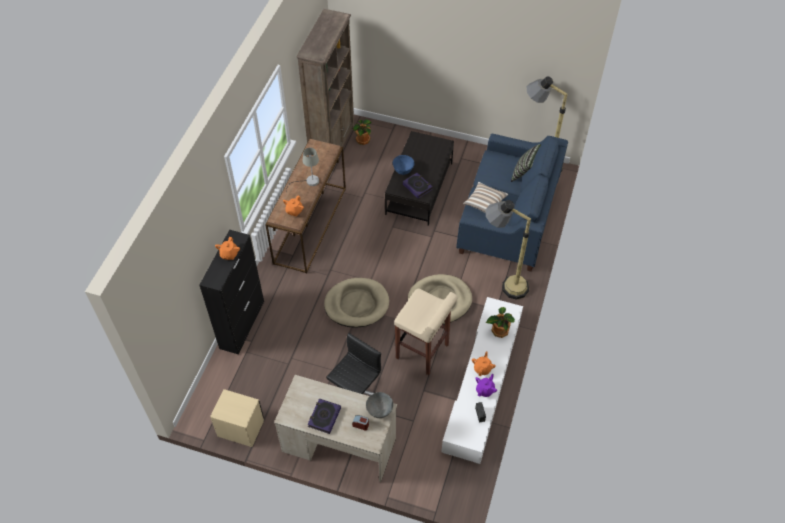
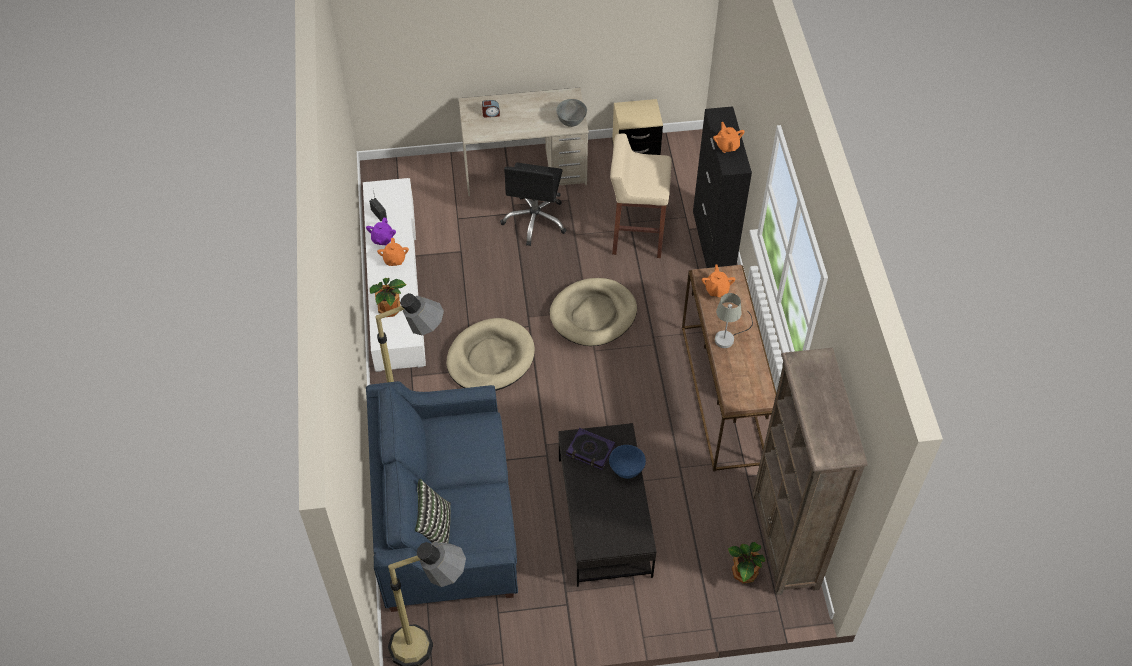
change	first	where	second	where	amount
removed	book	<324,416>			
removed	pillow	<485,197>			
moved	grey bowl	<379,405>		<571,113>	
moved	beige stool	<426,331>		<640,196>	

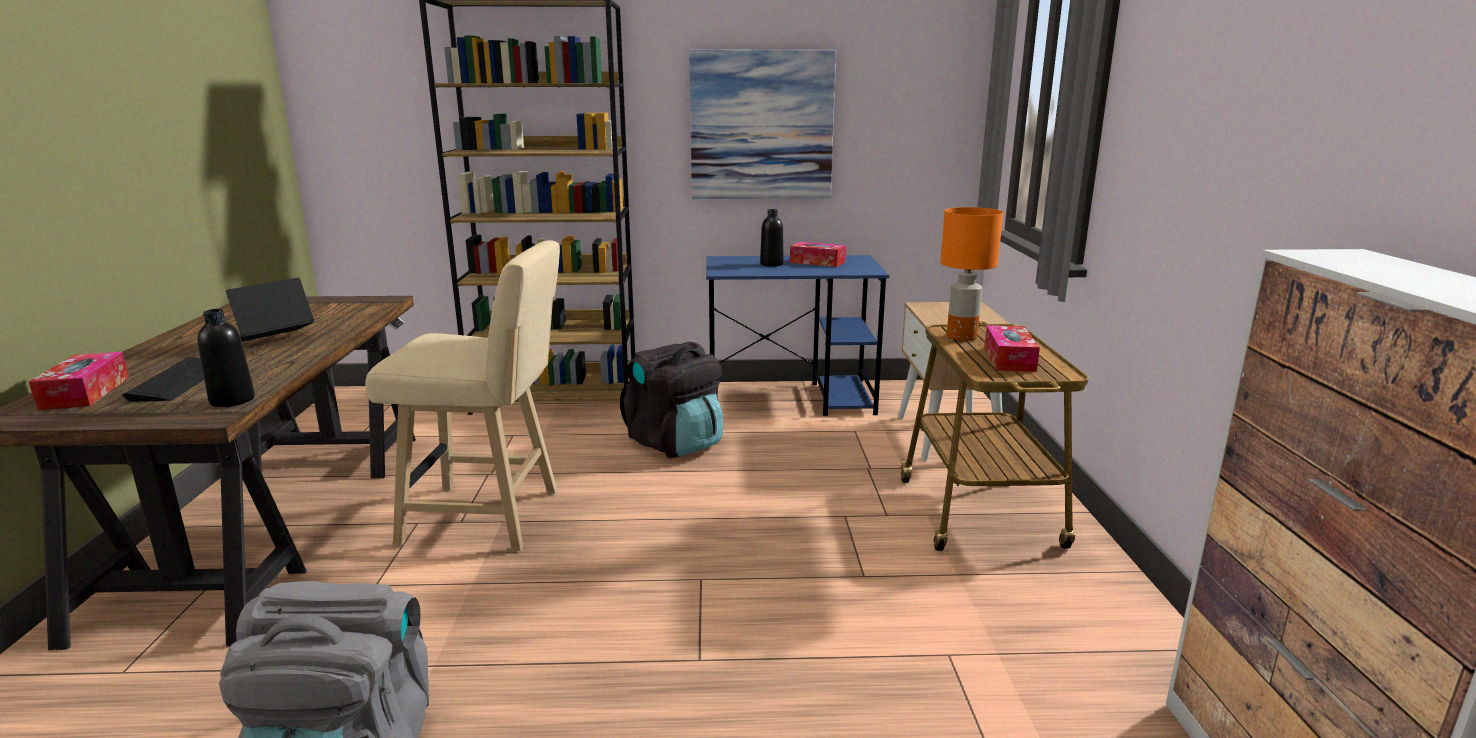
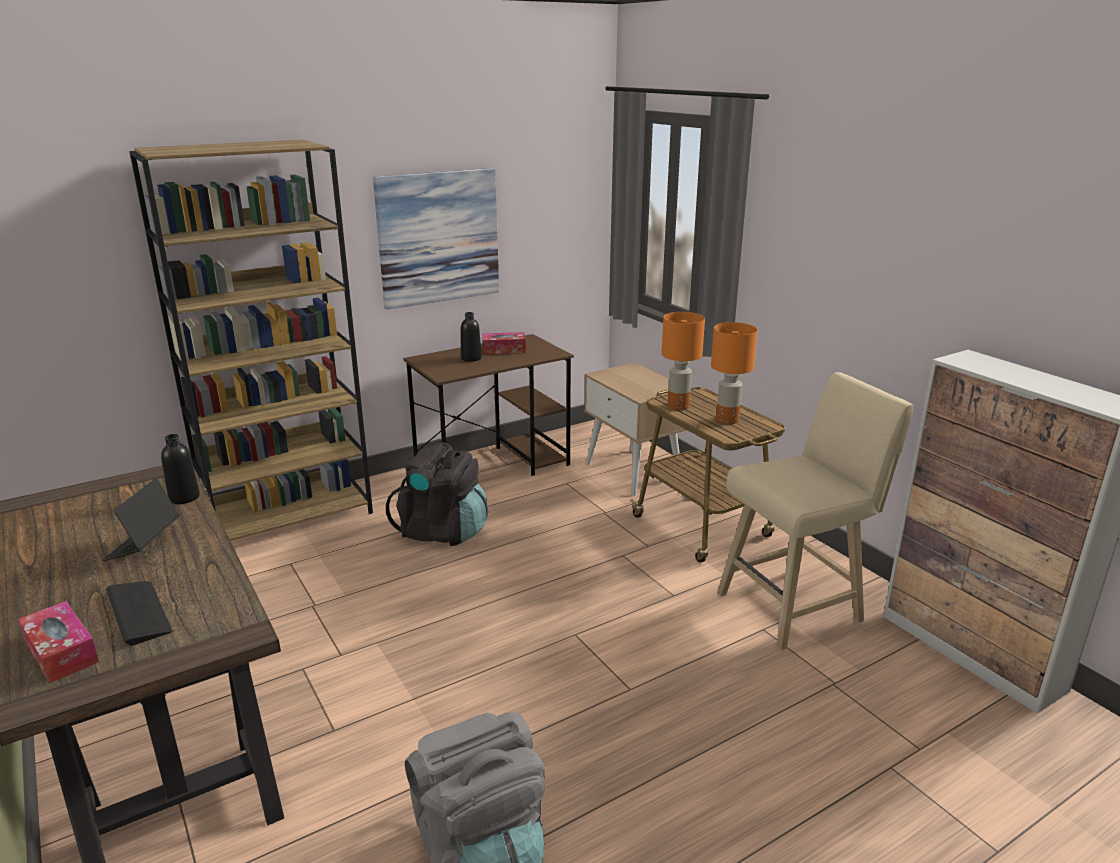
change	first	where	second	where	amount
moved	black bottle	<226,358>		<180,469>	
moved	beige stool	<462,395>		<815,511>	
replaced	tissue box	<1012,348>	orange table lamp	<734,373>	
recoloured	blue desk	<797,335>	brown desk	<488,405>	

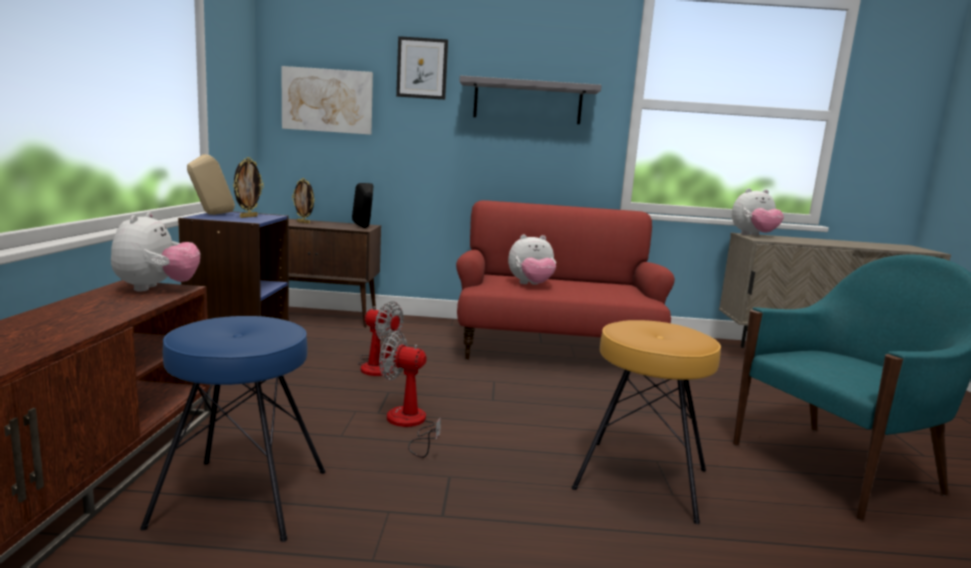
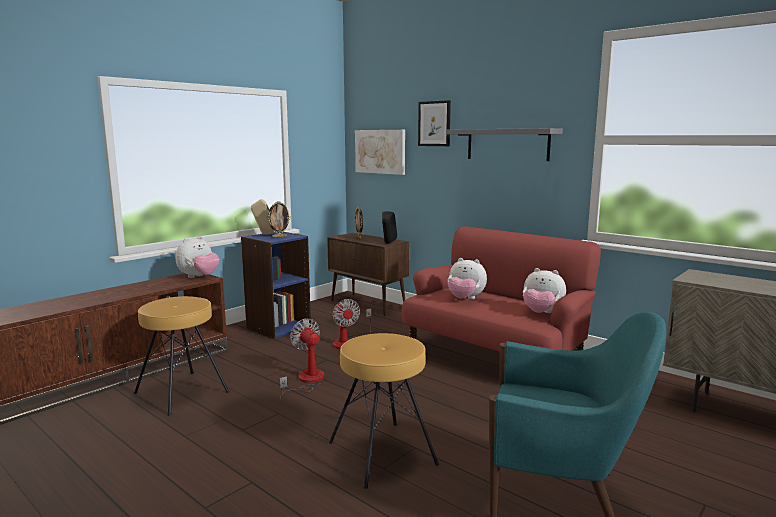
change	first	where	second	where	amount
moved	plush toy	<758,212>		<544,290>	
recoloured	blue stool	<232,429>	brown stool	<181,356>	

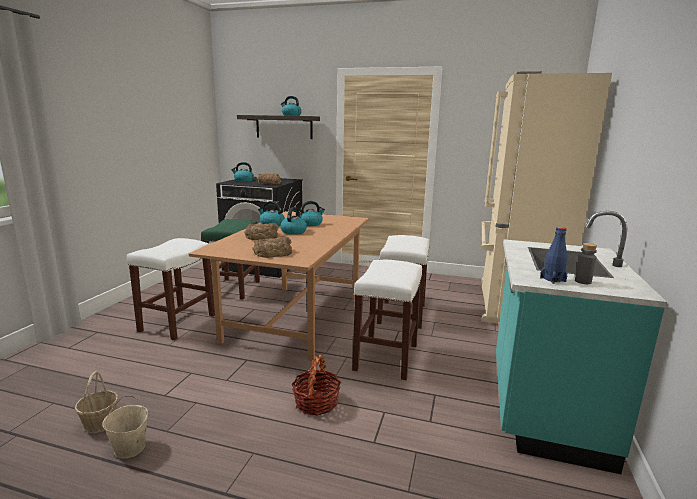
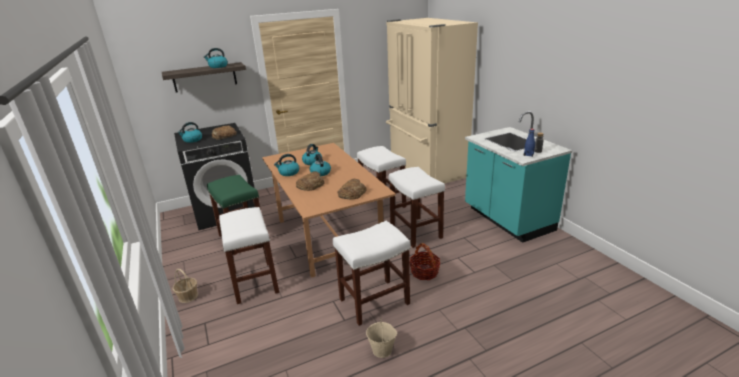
change	first	where	second	where	amount
added			white stool	<372,273>	
moved	basket	<97,402>		<185,286>	

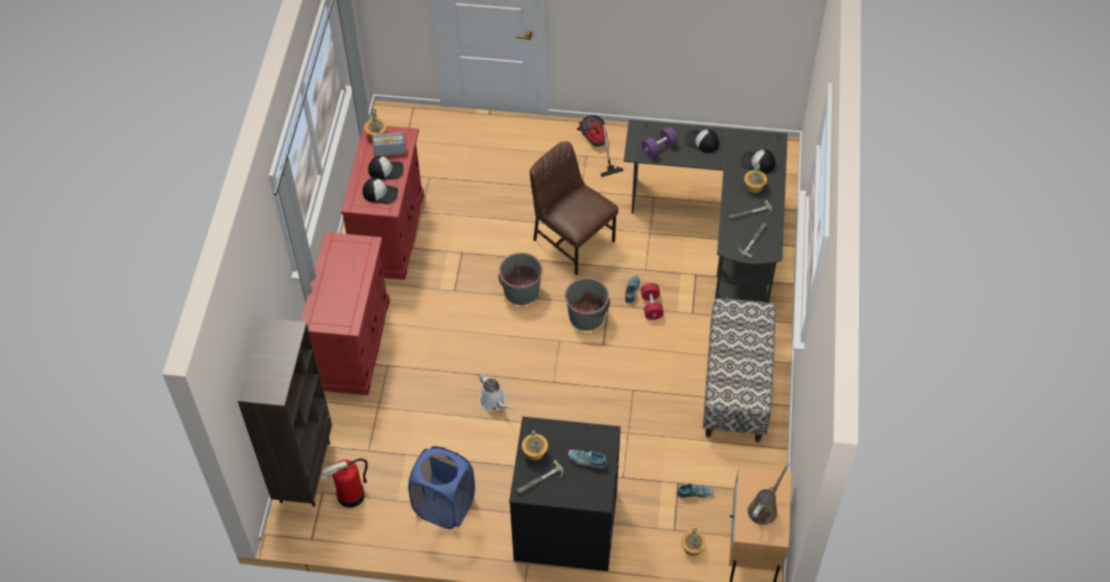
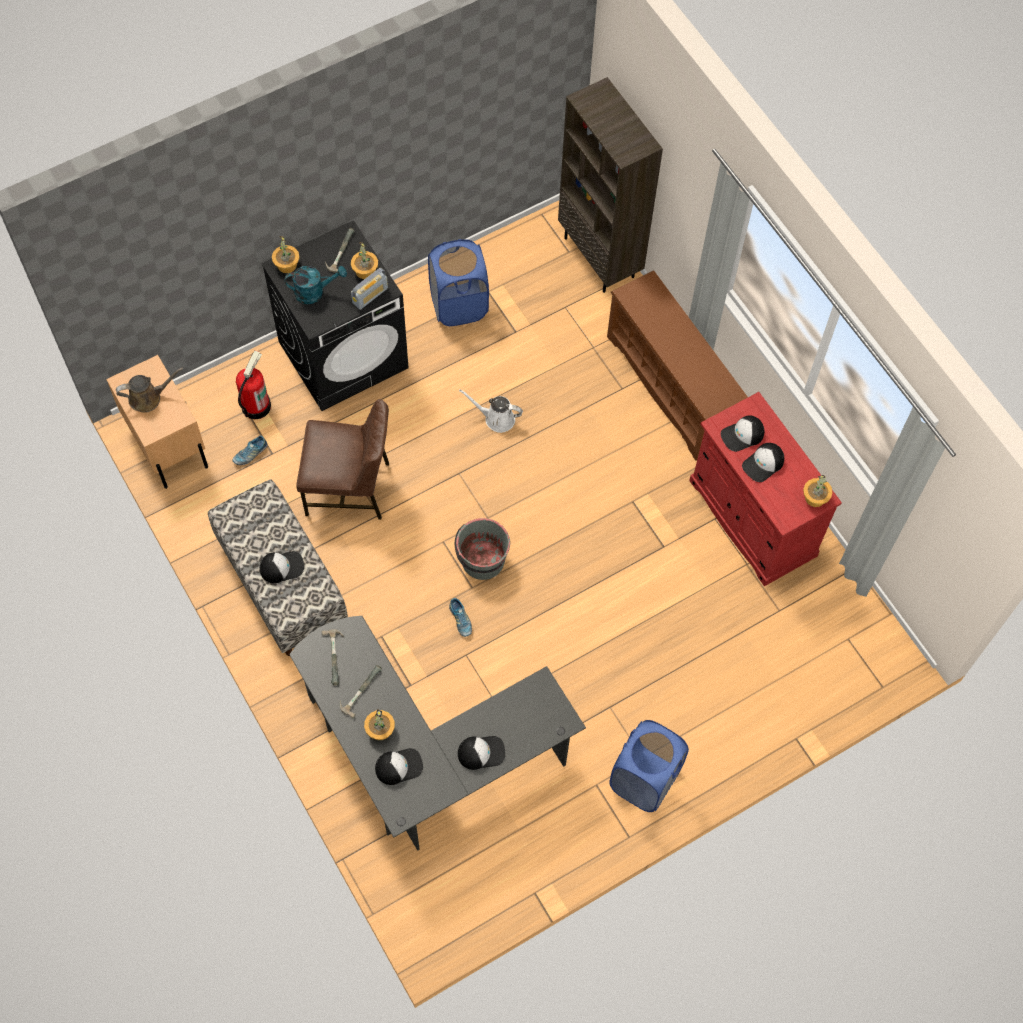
change	first	where	second	where	amount
removed	grey bucket	<520,278>			
removed	purple dumbbell	<659,142>			
removed	red dumbbell	<652,301>			
added			cap	<282,567>	
moved	fire extinguisher	<344,483>		<253,384>	
moved	radio	<389,144>		<369,289>	
moved	brown chair	<574,208>		<342,459>	
moved	potted plant	<693,542>		<285,254>	
replaced	red cabinet	<345,313>	brown shoe rack	<677,365>	
replaced	shoe	<587,459>	turquoise watering can	<316,285>	
replaced	vacuum cleaner	<600,146>	blue laundry basket	<649,766>	
turned	brown watering can	<769,494>		<149,390>	105 degrees counterclockwise

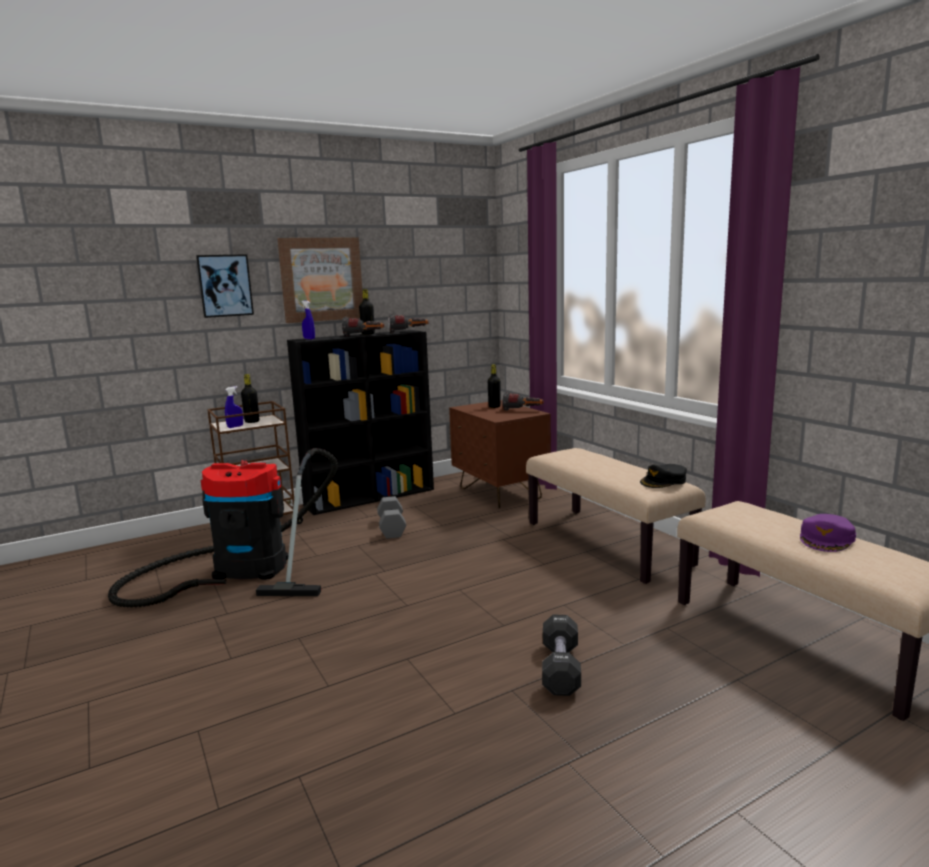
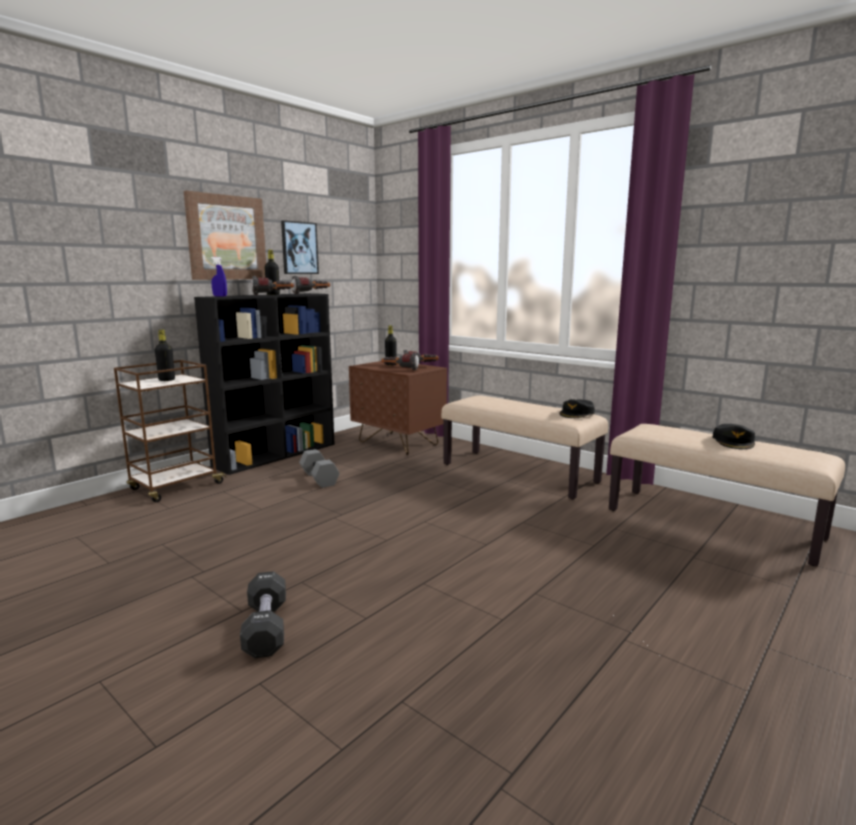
change	first	where	second	where	amount
removed	vacuum cleaner	<223,528>			
removed	blue spray bottle	<234,407>			
added			flashlight	<400,361>	
moved	picture	<225,286>		<300,247>	
moved	black dumbbell	<561,655>		<263,614>	
recoloured	purple cap	<828,533>	black cap	<734,436>	

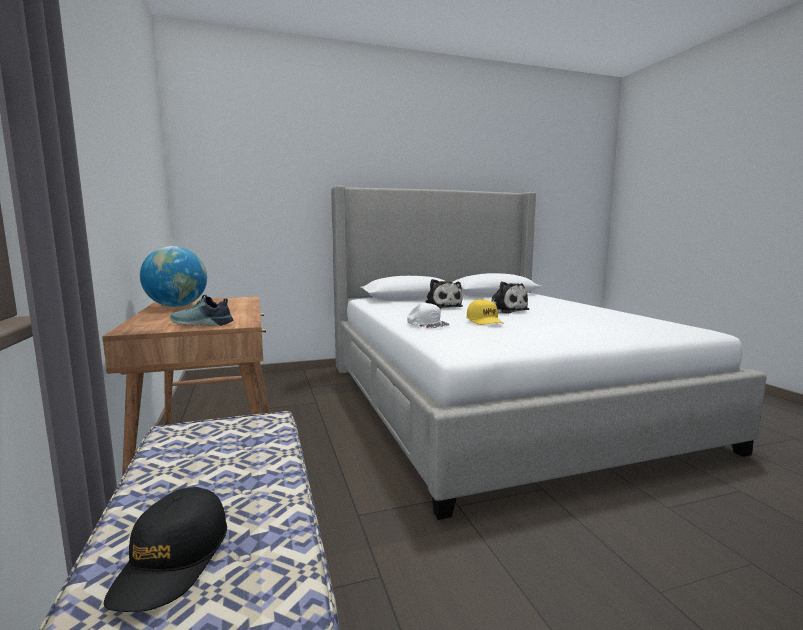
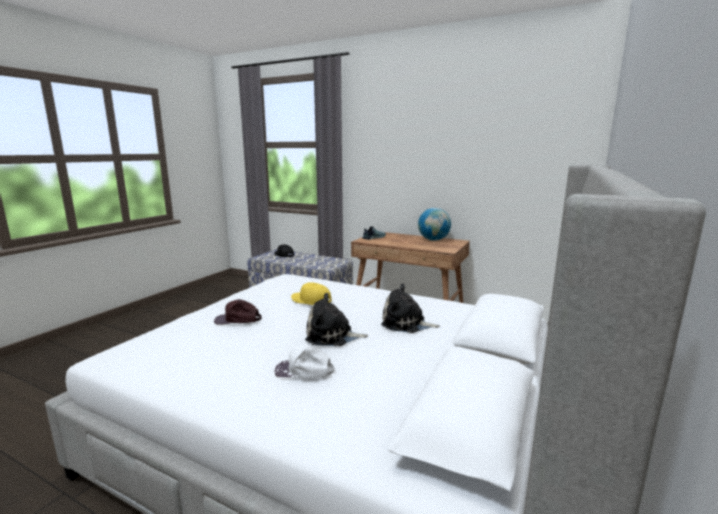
change	first	where	second	where	amount
added			brown cap	<238,312>	
moved	white cap	<428,315>		<304,360>	

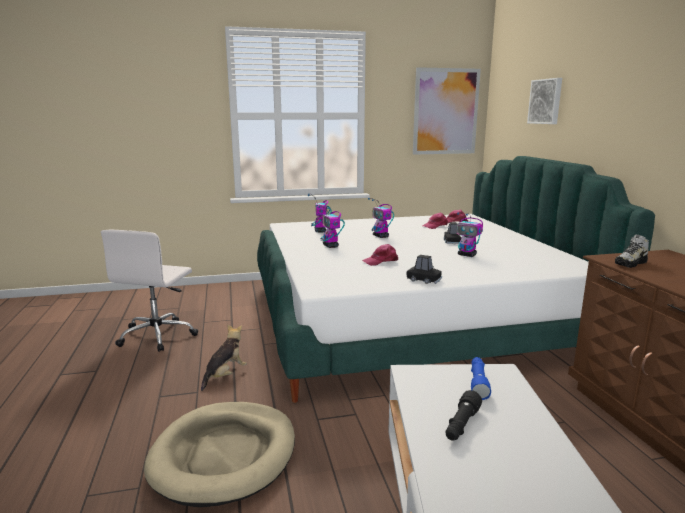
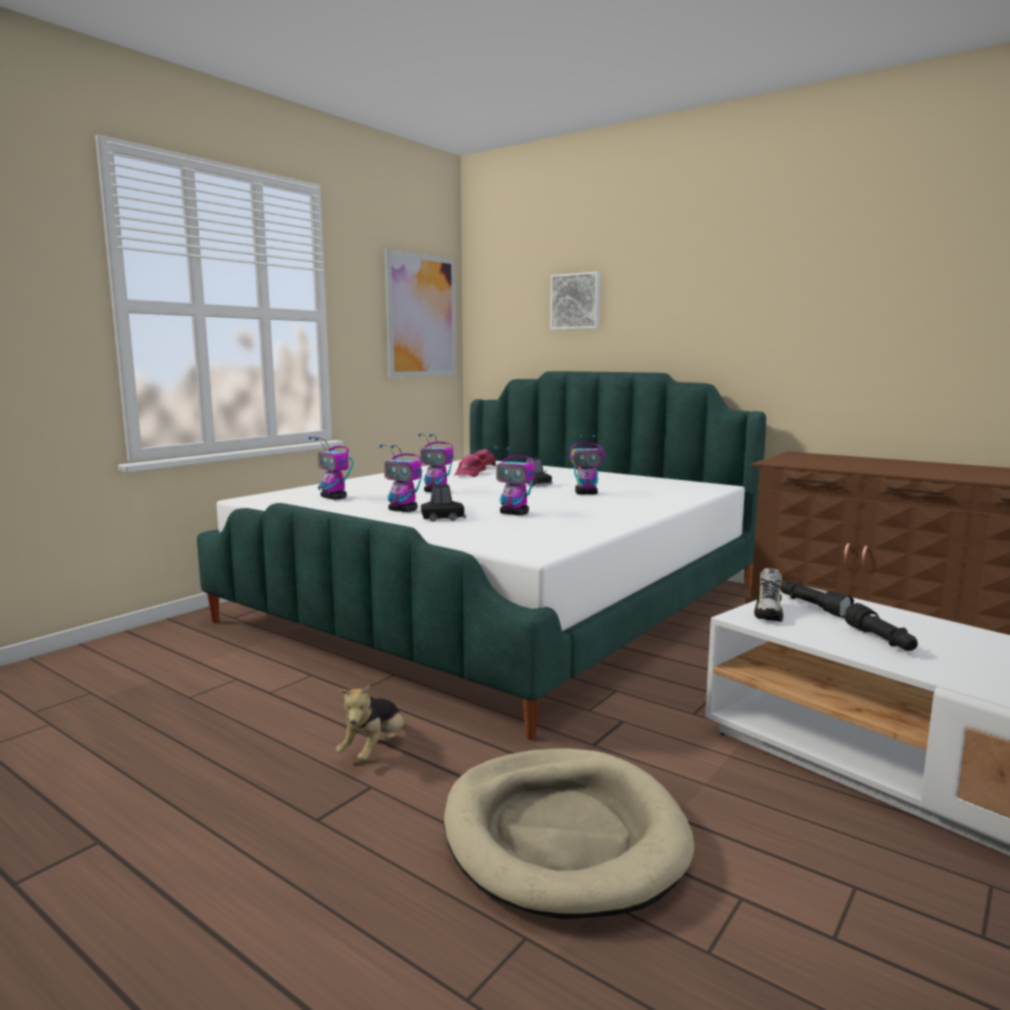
change	first	where	second	where	amount
removed	white office chair	<149,291>			
moved	black toy car	<424,269>		<443,503>	
moved	shoe	<632,251>		<768,595>	
replaced	pink cap	<380,255>	toy robot	<514,481>	
recoloured	blue flashlight	<481,378>	black flashlight	<817,599>	
turned	plush toy	<224,358>		<370,722>	150 degrees counterclockwise

